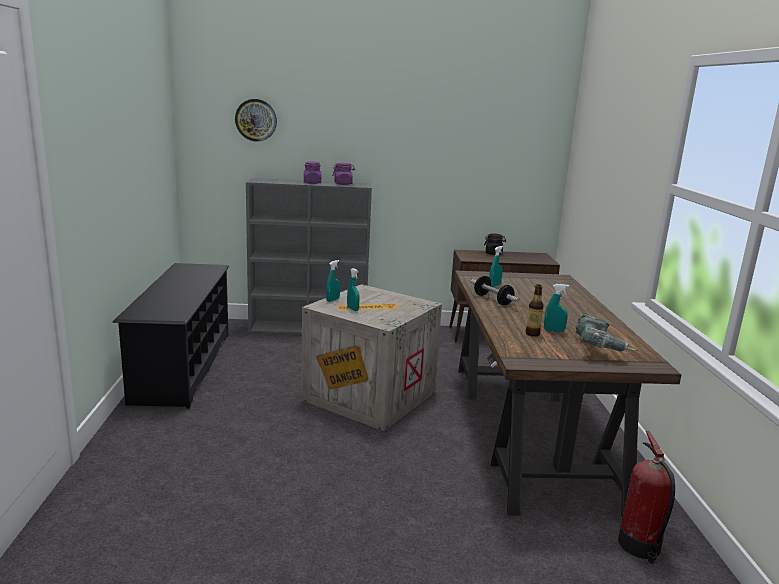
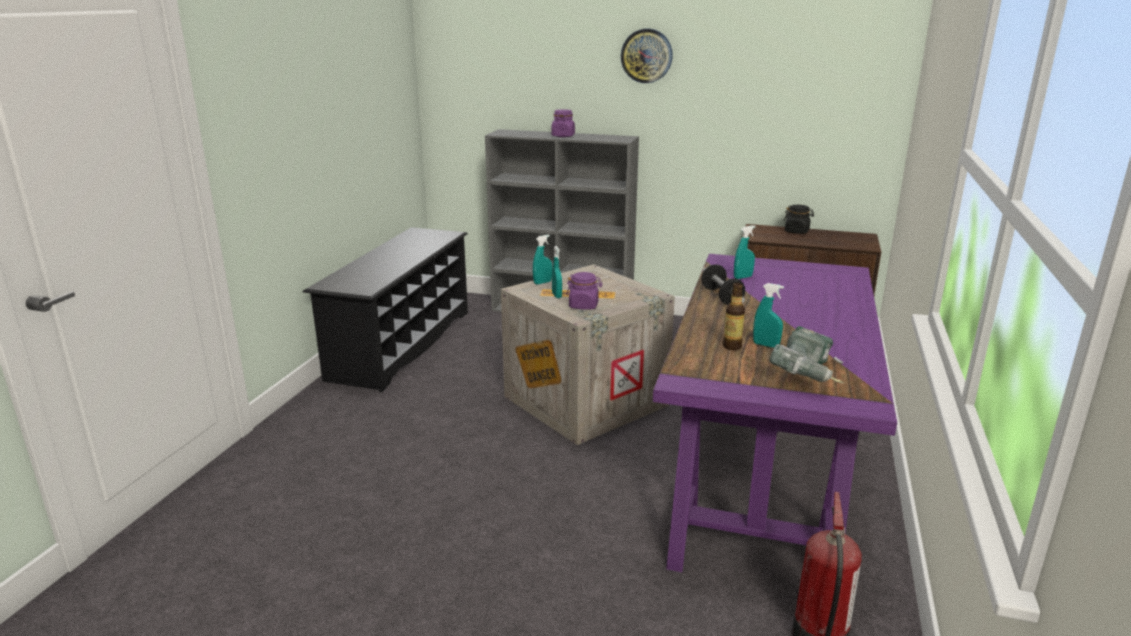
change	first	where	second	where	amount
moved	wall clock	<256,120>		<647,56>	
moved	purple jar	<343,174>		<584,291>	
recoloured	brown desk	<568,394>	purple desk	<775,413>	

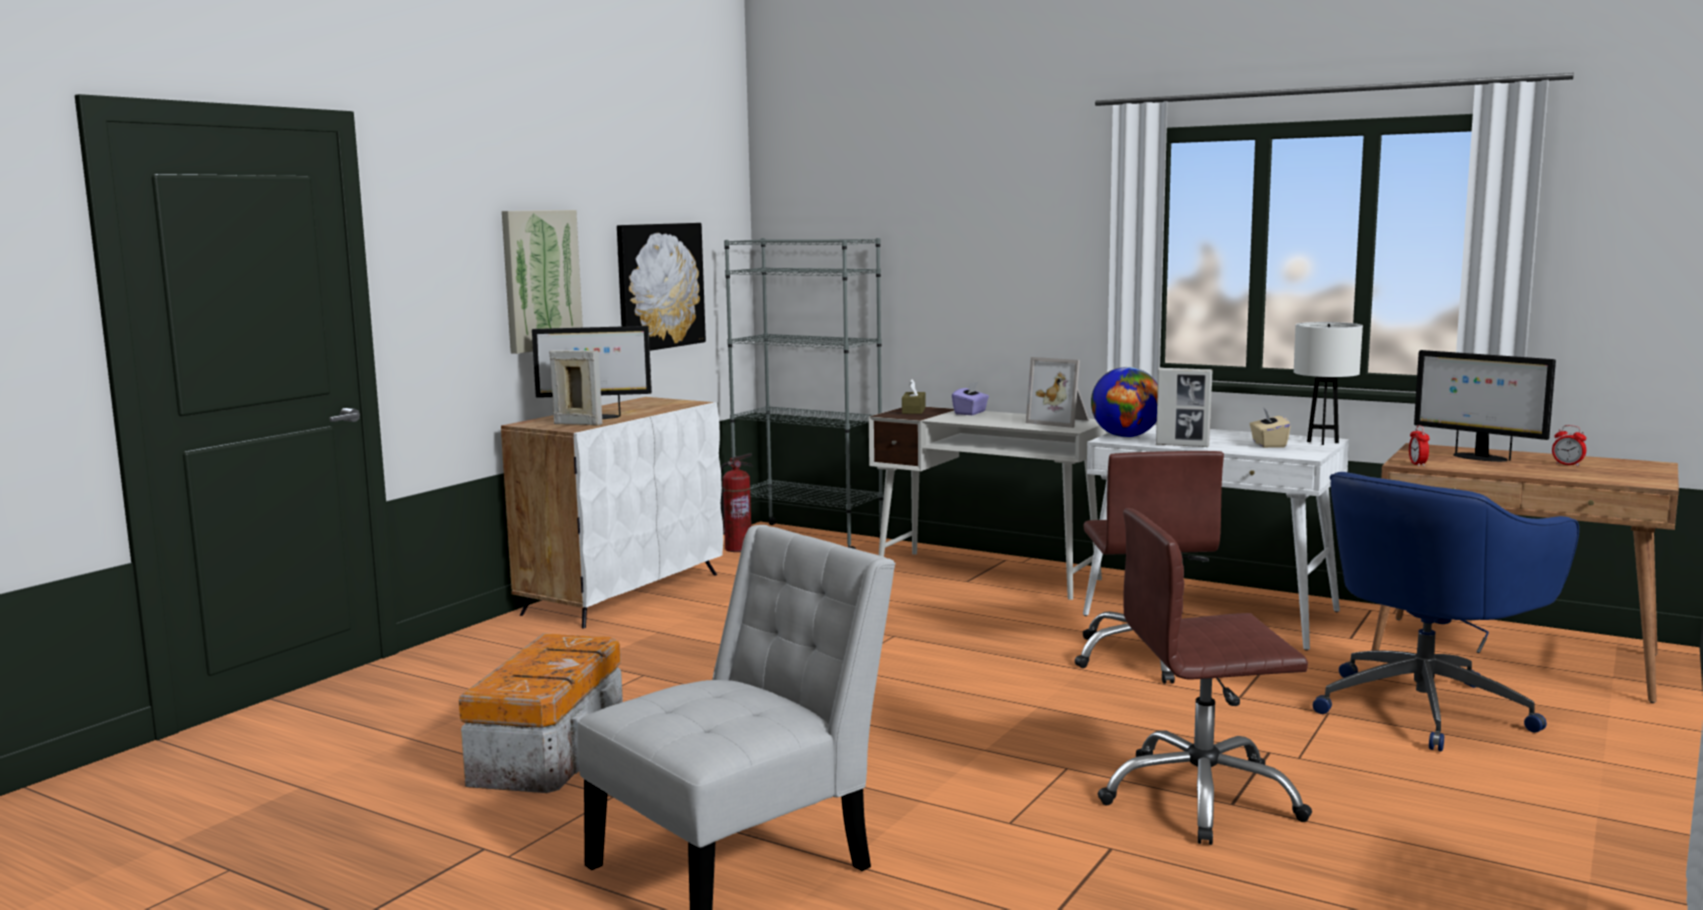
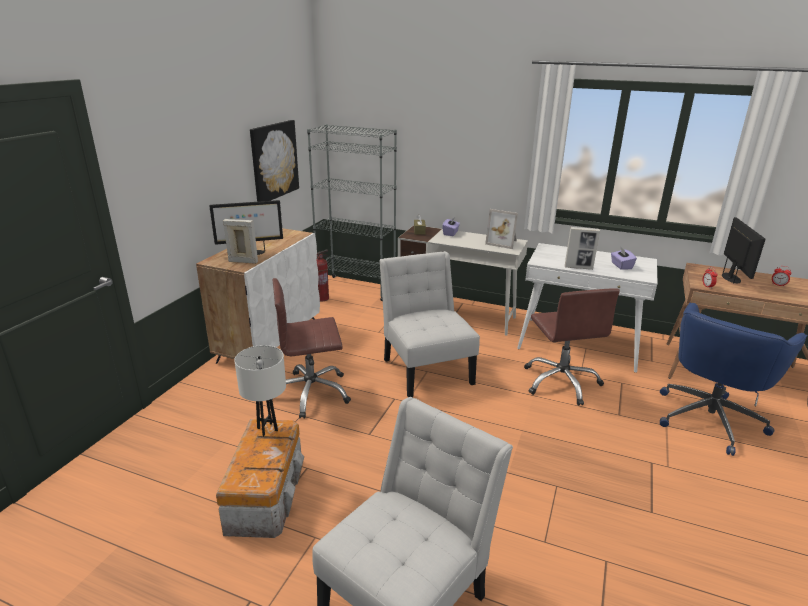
change	first	where	second	where	amount
removed	picture	<542,282>			
removed	globe	<1124,402>			
added			white chair	<429,324>	
moved	brown office chair	<1205,676>		<311,348>	
moved	white table lamp	<1328,383>		<260,390>	
recoloured	beige tissue box	<1270,427>	purple tissue box	<624,258>	
turned	monitor	<1485,406>		<744,250>	120 degrees counterclockwise

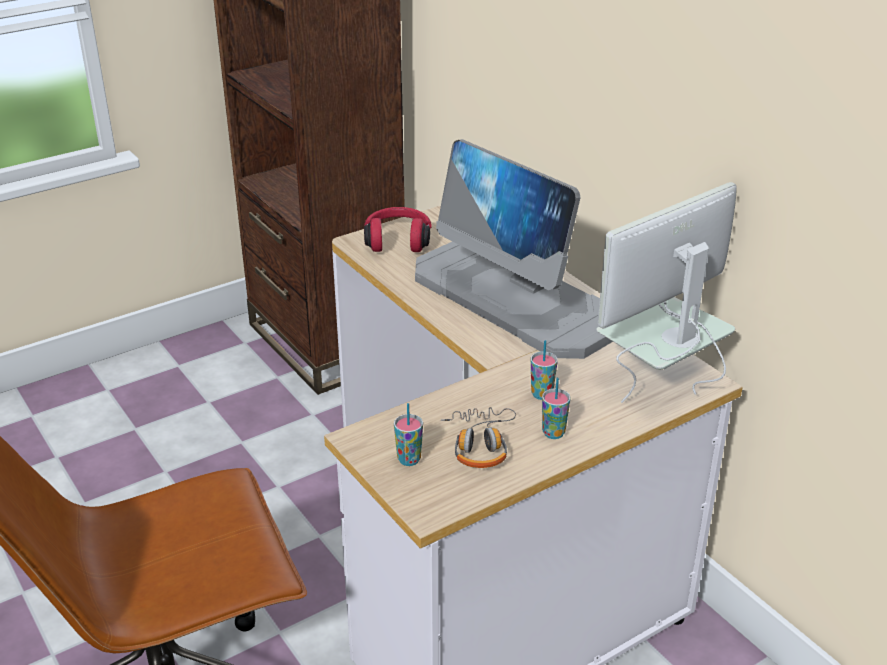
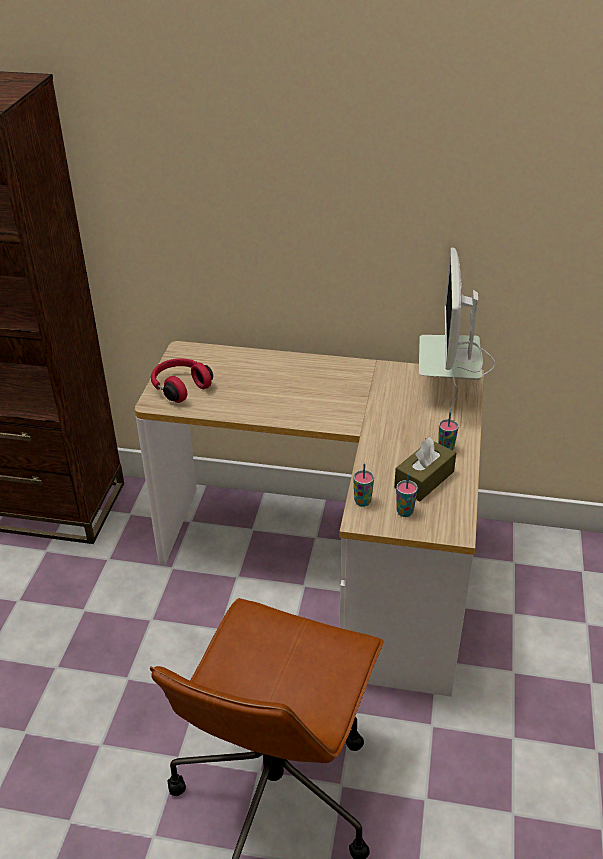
change	first	where	second	where	amount
removed	monitor	<514,249>			
moved	cup	<544,370>		<363,485>	
replaced	headphones	<478,437>	brown tissue box	<425,469>	

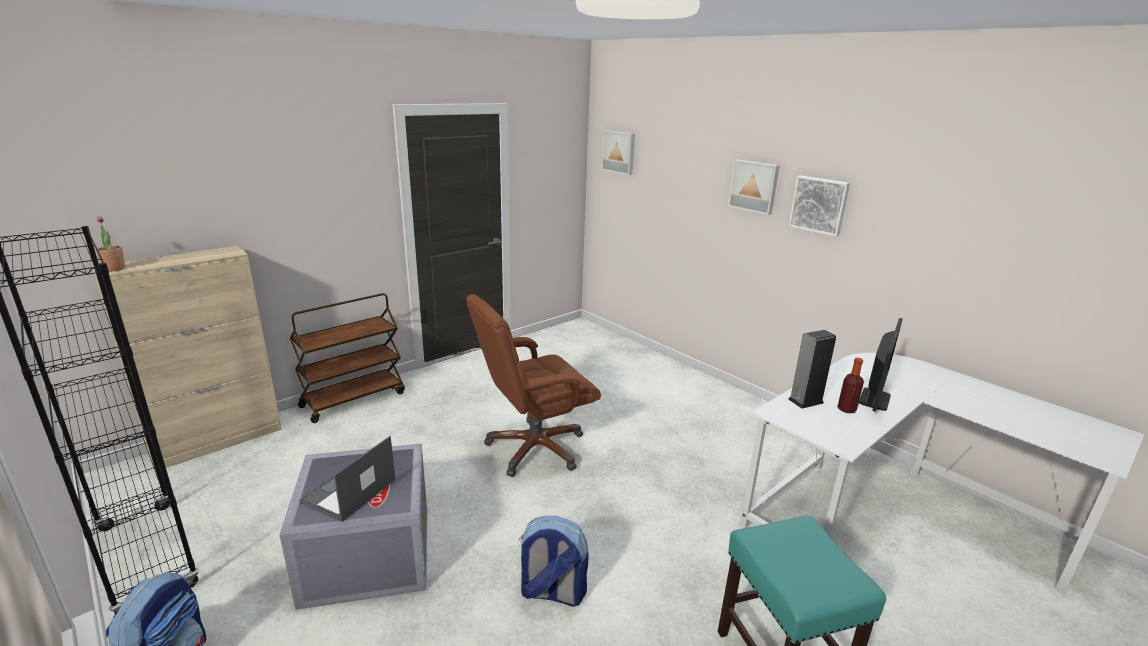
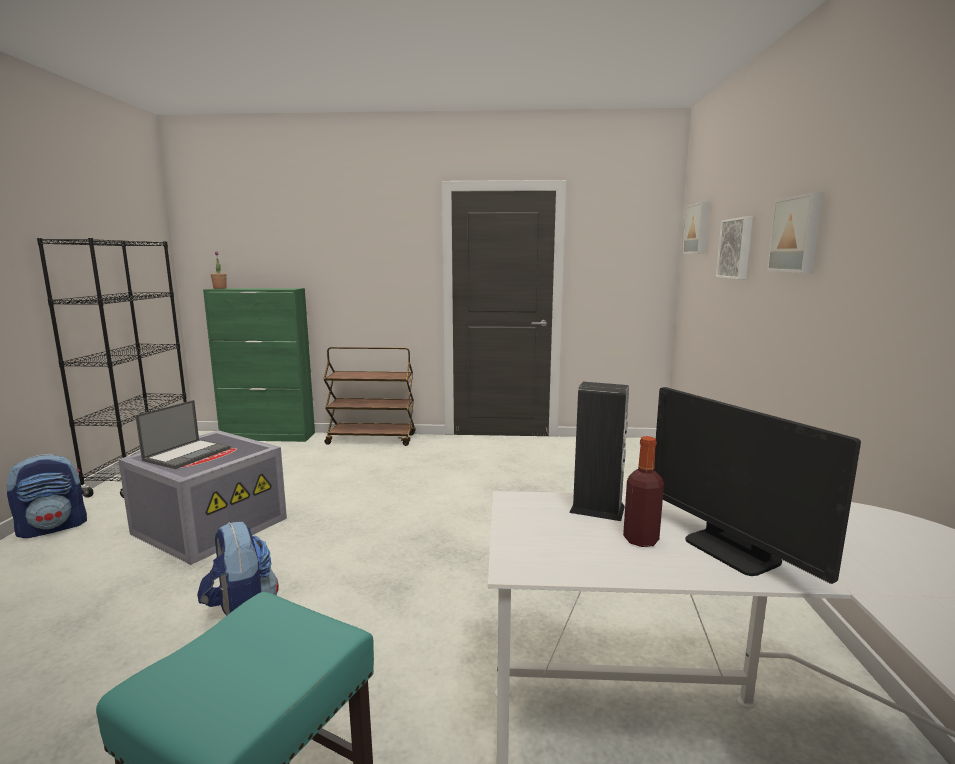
change	first	where	second	where	amount
removed	brown office chair	<533,385>			
moved	picture	<819,206>		<734,248>	
recoloured	beige cabinet	<187,358>	green cabinet	<259,365>	
turned	laptop	<347,479>		<183,434>	135 degrees clockwise
turned	monitor	<881,365>		<757,485>	75 degrees clockwise

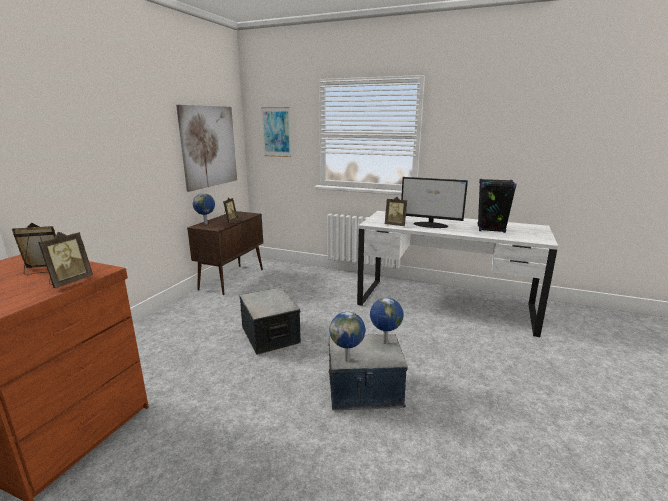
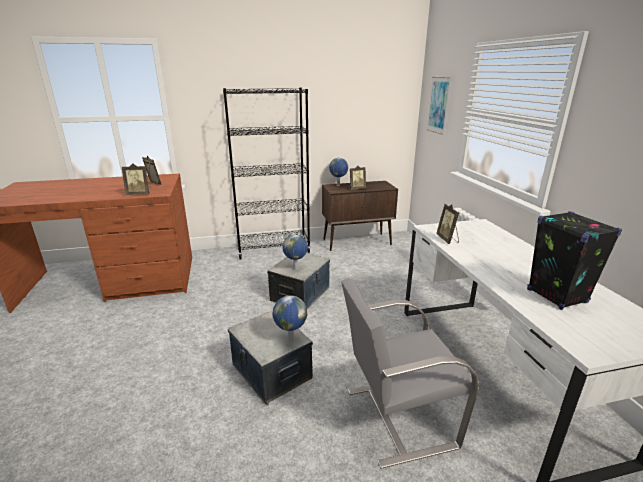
change	first	where	second	where	amount
removed	picture	<206,148>			
removed	monitor	<434,202>			
added			black bookcase	<267,174>	
added			grey chair	<410,373>	
moved	globe	<347,336>		<295,252>	

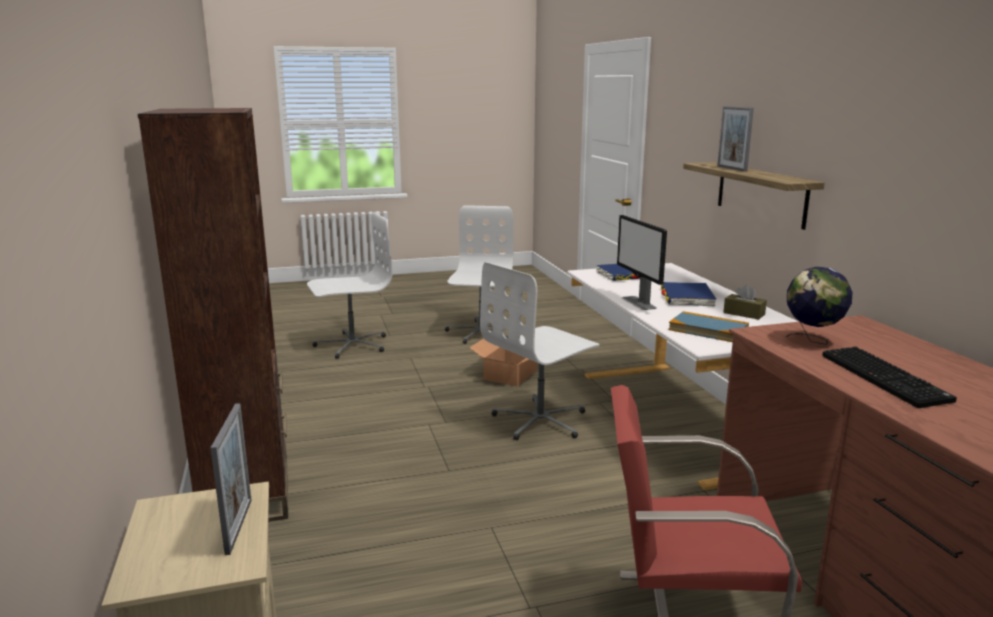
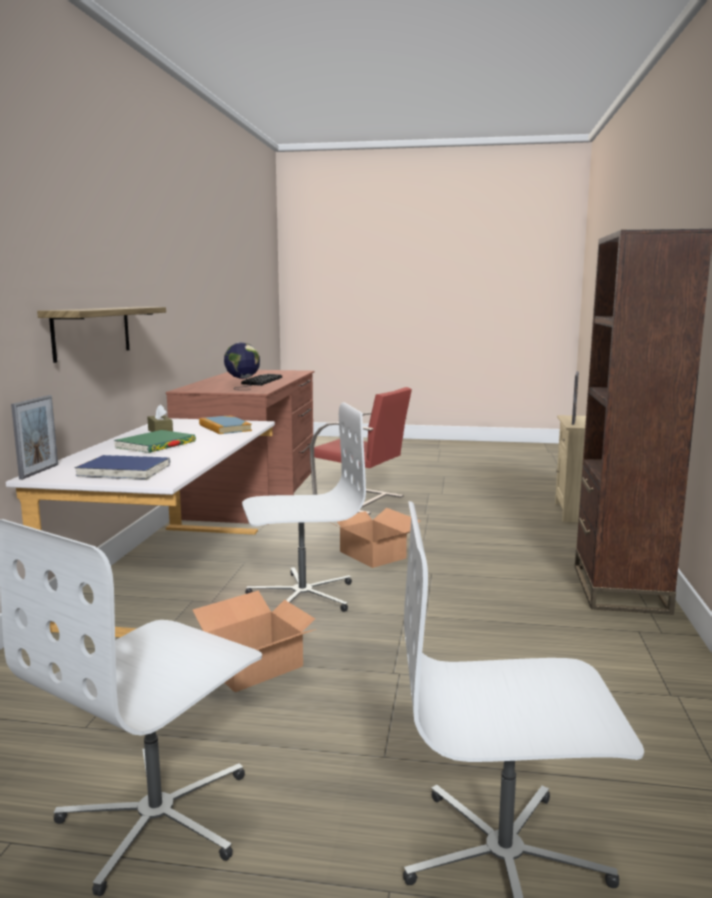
change	first	where	second	where	amount
removed	monitor	<642,262>			
added			cardboard box	<374,538>	
moved	picture frame	<735,139>		<34,437>	
recoloured	blue book	<688,294>	green book	<155,441>	

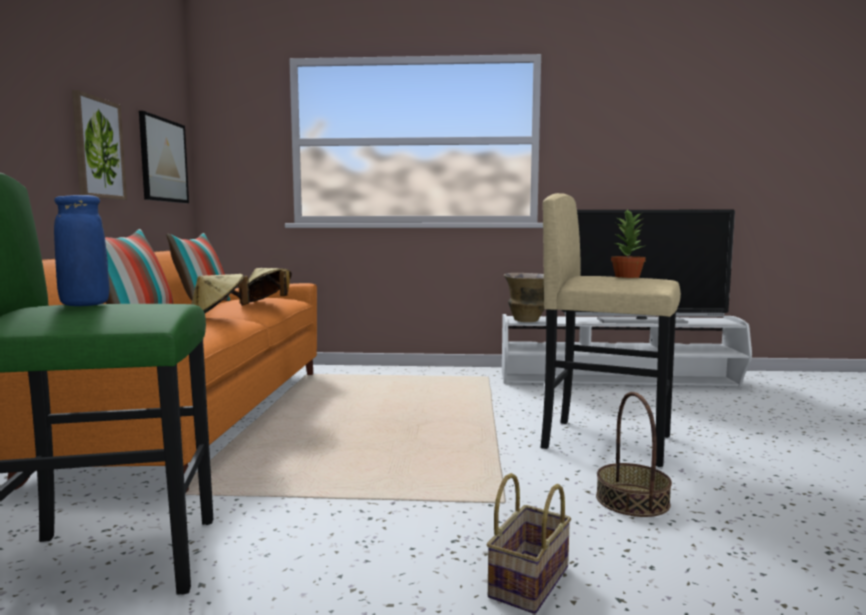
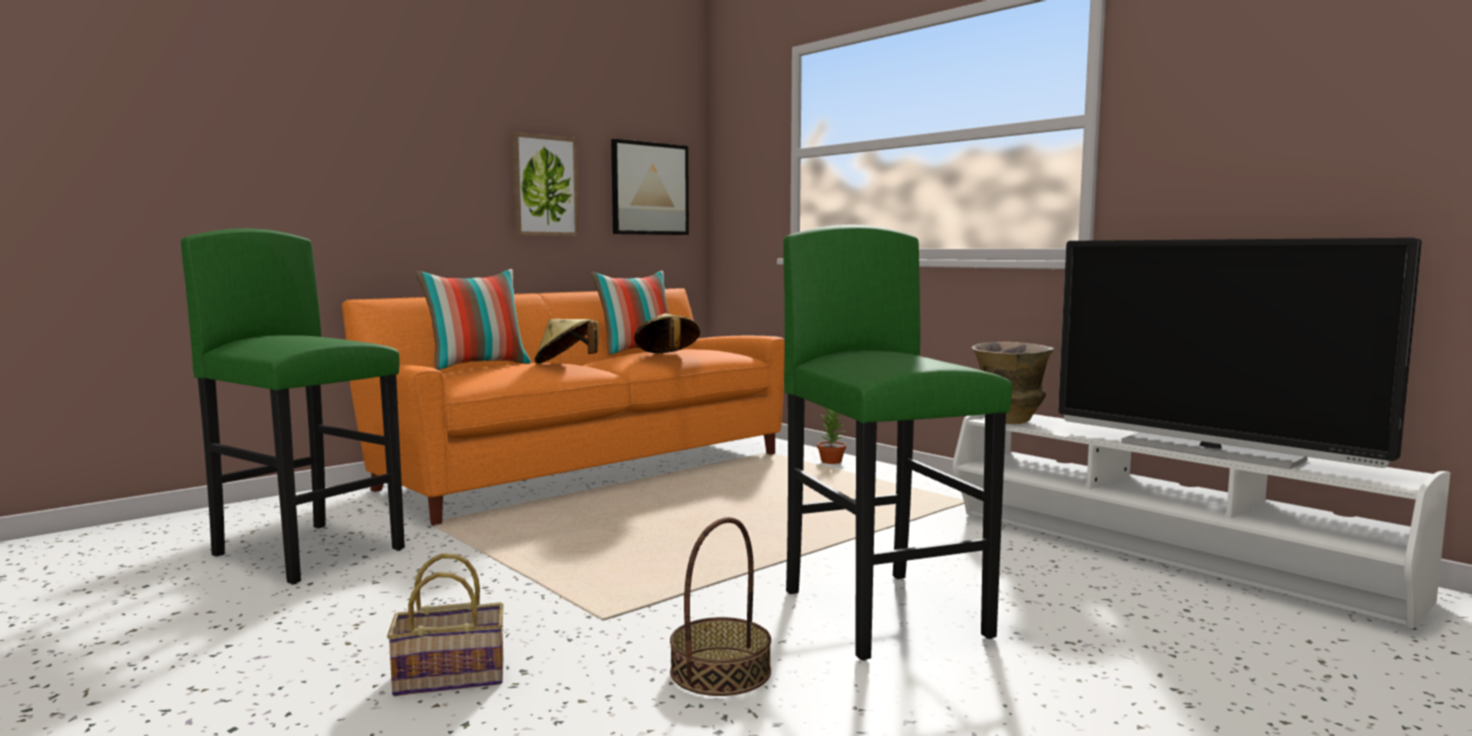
change	first	where	second	where	amount
removed	blue vase	<81,250>			
moved	potted plant	<628,243>		<831,435>	
recoloured	beige stool	<611,330>	green stool	<897,442>	

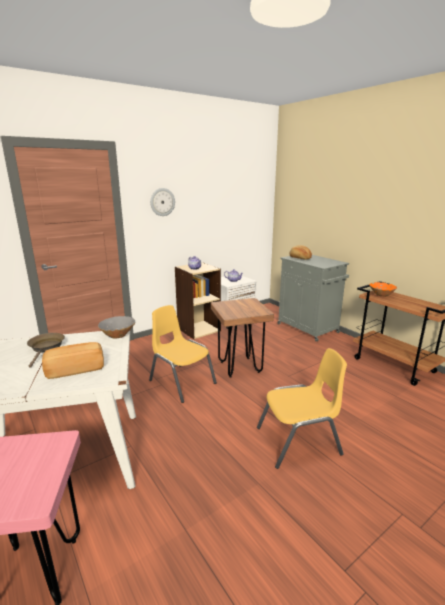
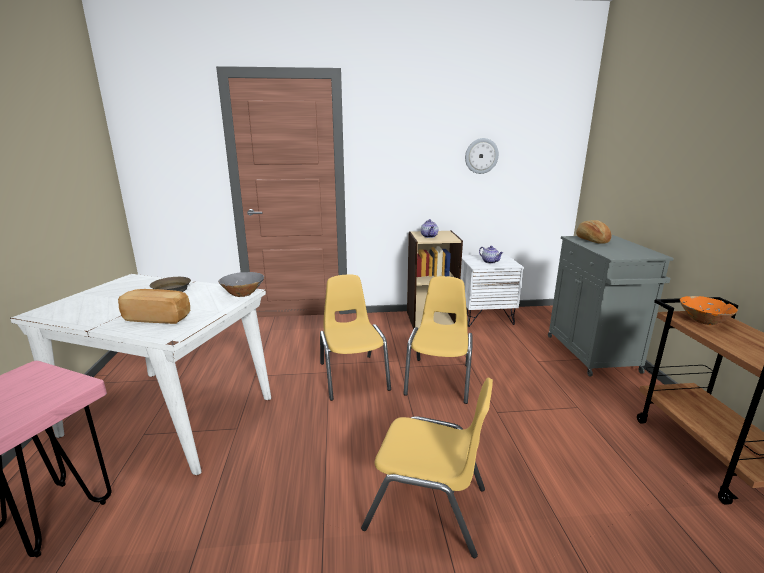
change	first	where	second	where	amount
moved	wall clock	<162,202>		<482,156>	
replaced	brown stool	<242,338>	yellow chair	<438,340>	

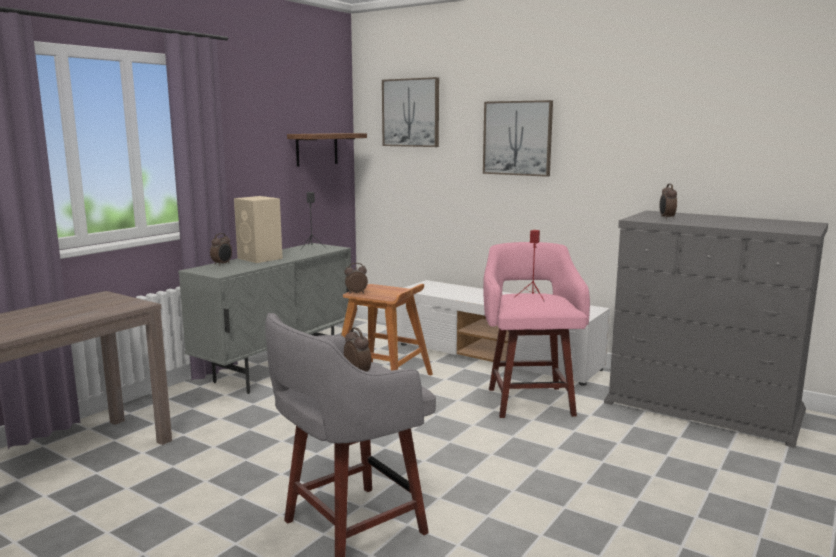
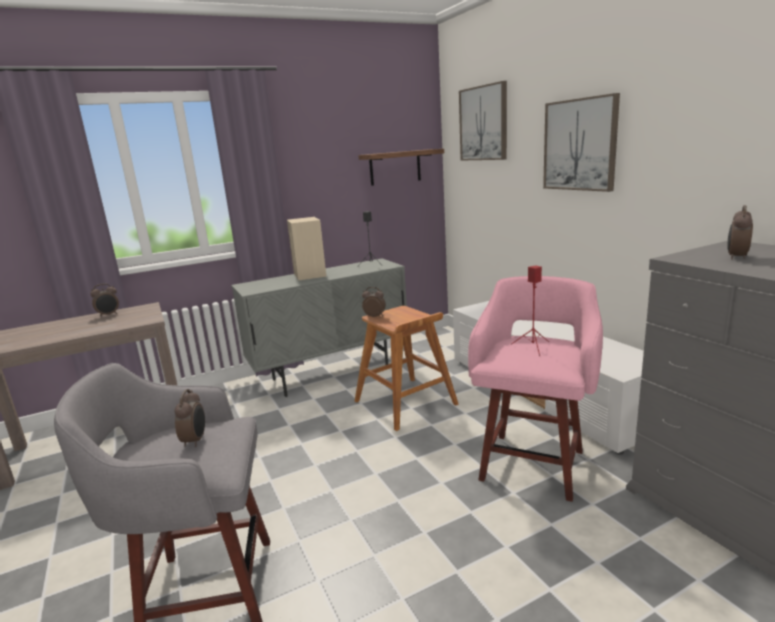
change	first	where	second	where	amount
moved	alarm clock	<221,249>		<104,300>	

